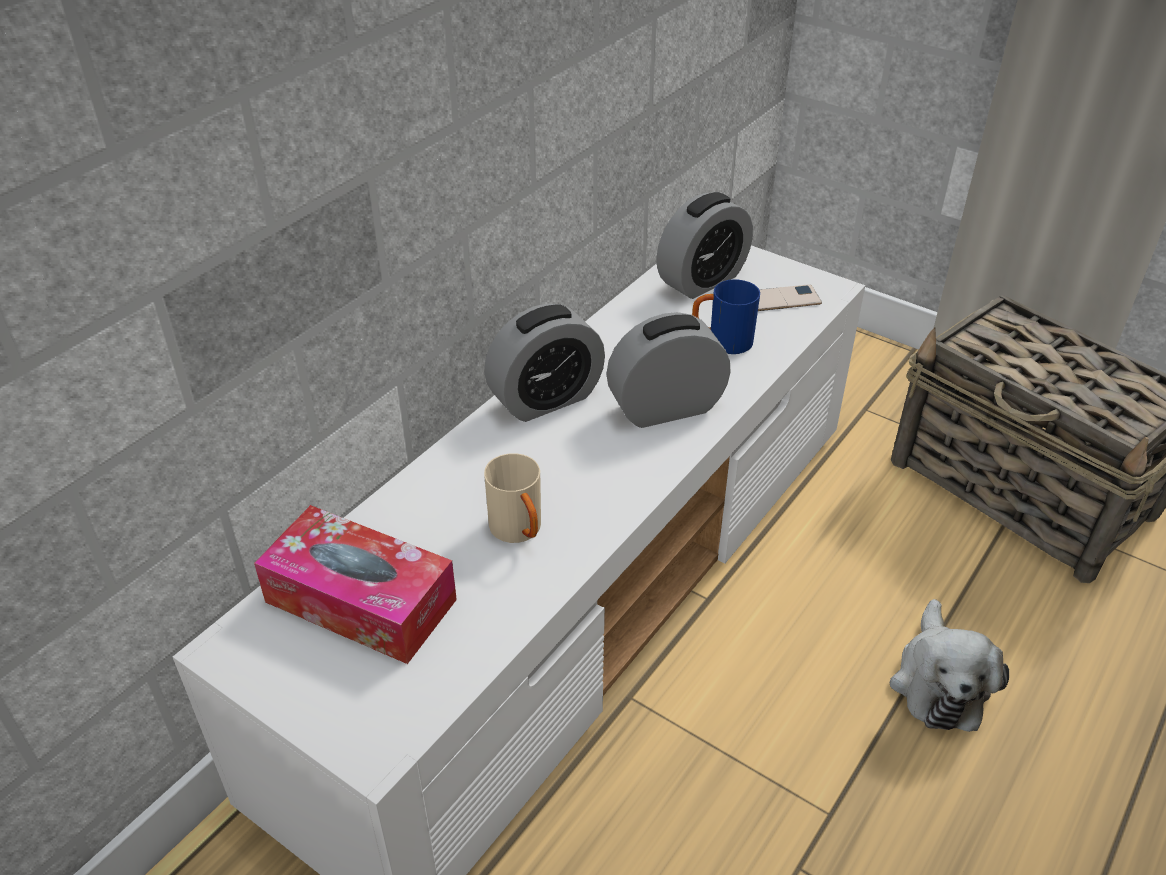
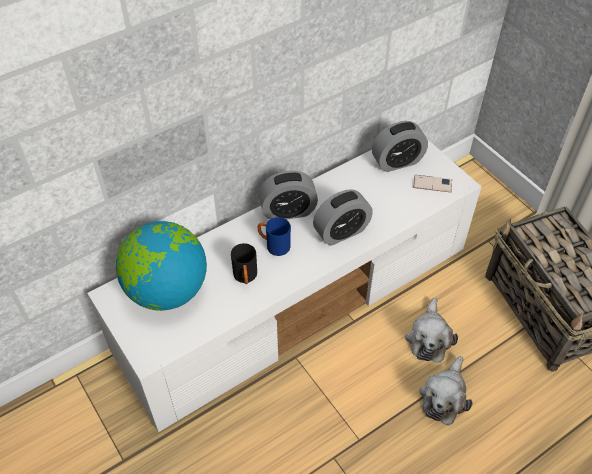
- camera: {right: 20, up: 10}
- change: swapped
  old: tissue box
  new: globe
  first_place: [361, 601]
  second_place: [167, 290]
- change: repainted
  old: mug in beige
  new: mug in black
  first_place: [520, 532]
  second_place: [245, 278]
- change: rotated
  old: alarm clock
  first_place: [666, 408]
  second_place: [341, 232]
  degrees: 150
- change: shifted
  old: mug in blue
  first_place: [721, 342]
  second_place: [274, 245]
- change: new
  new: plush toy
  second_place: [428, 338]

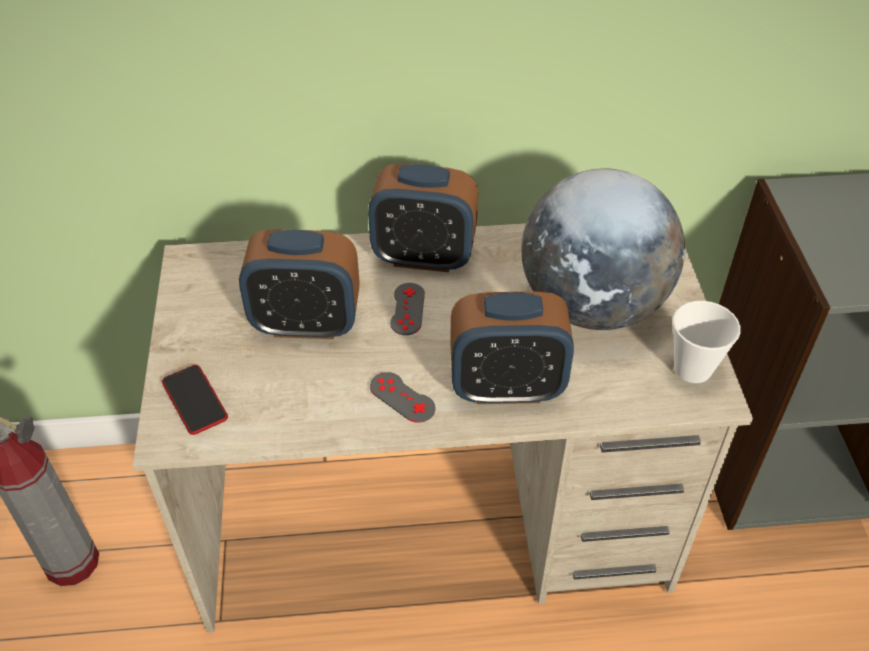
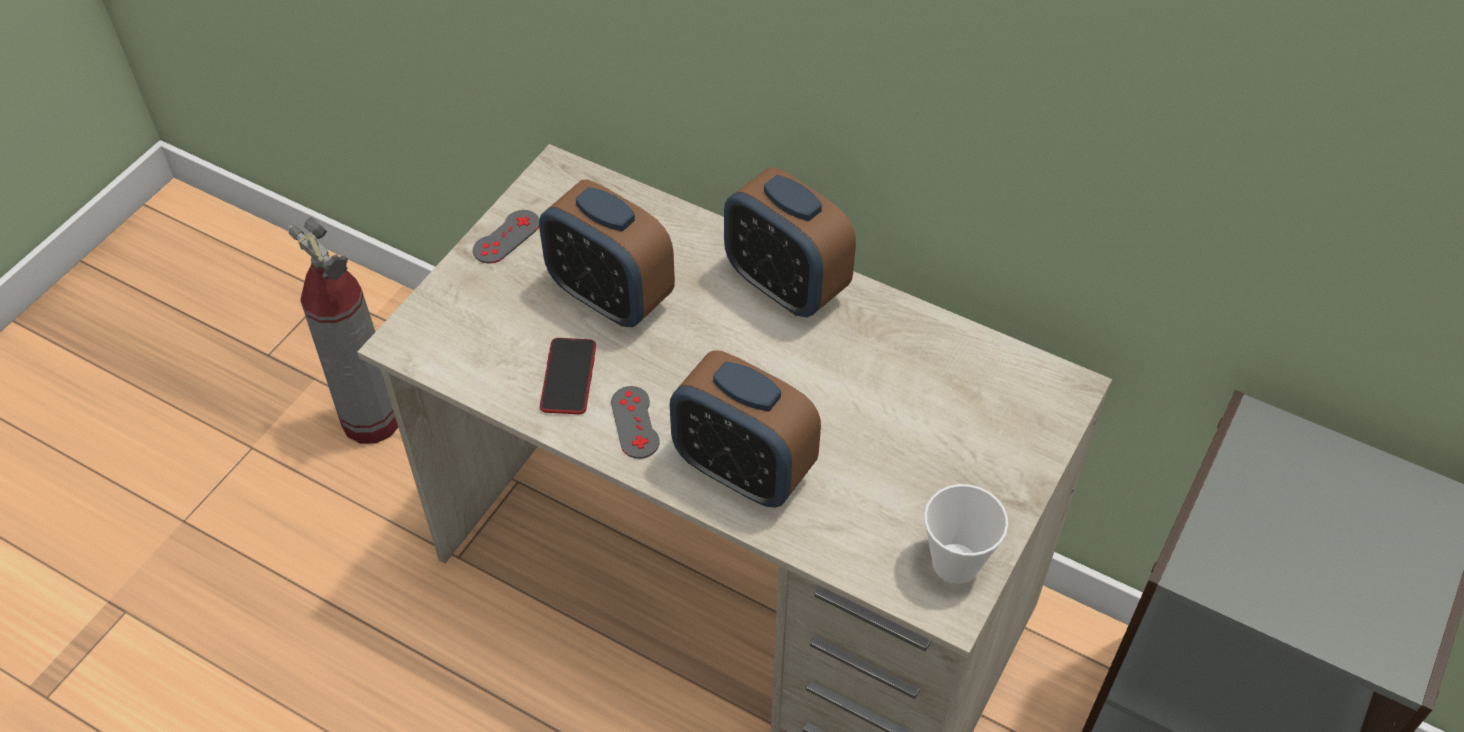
- camera: {right: 35, up: 5}
- change: shifted
  old: phone
  first_place: [194, 400]
  second_place: [568, 377]
- change: shifted
  old: game controller in grey
  first_place: [407, 309]
  second_place: [506, 237]
- change: gone
  old: globe
  first_place: [592, 305]

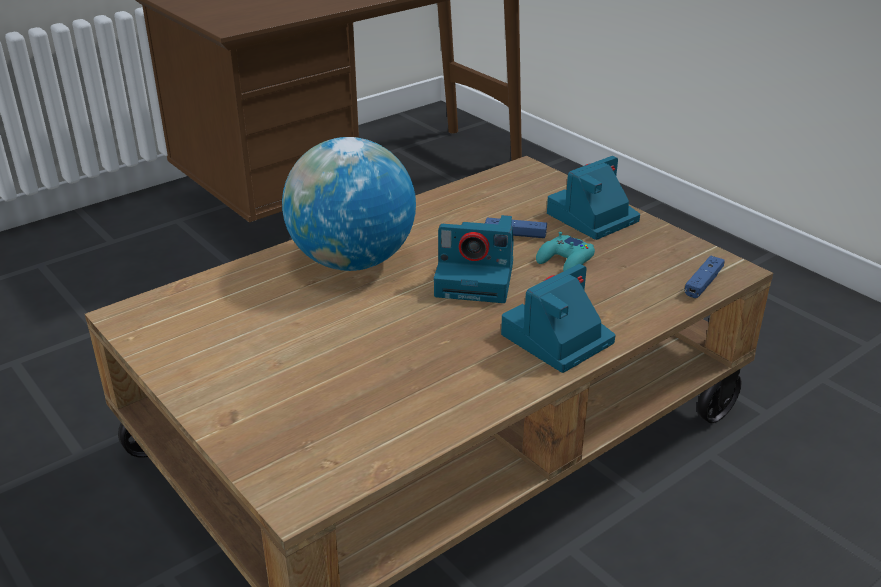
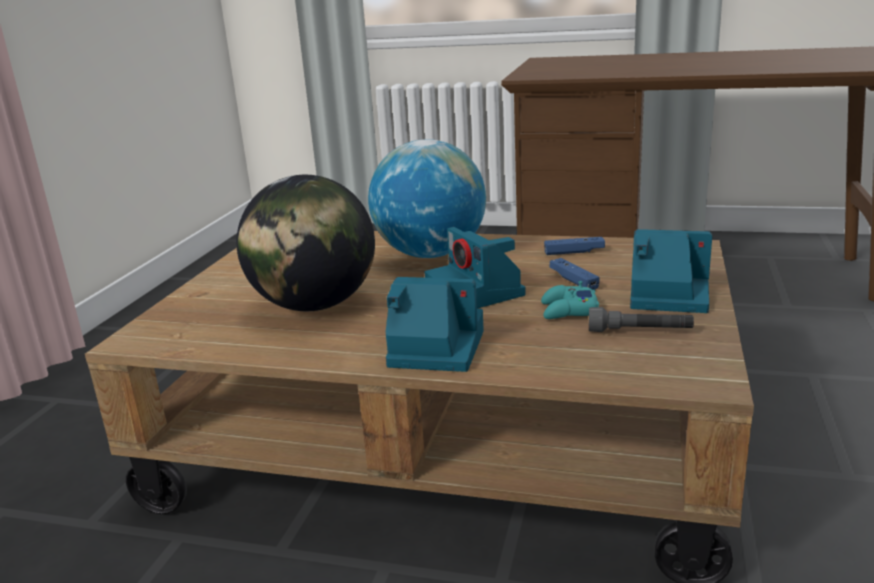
- camera: {right: 55, up: -10}
- change: shifted
  old: game controller in blue
  first_place: [703, 283]
  second_place: [574, 252]
- change: new
  new: globe
  second_place: [315, 305]
- change: new
  new: flashlight in grey
  second_place: [639, 332]

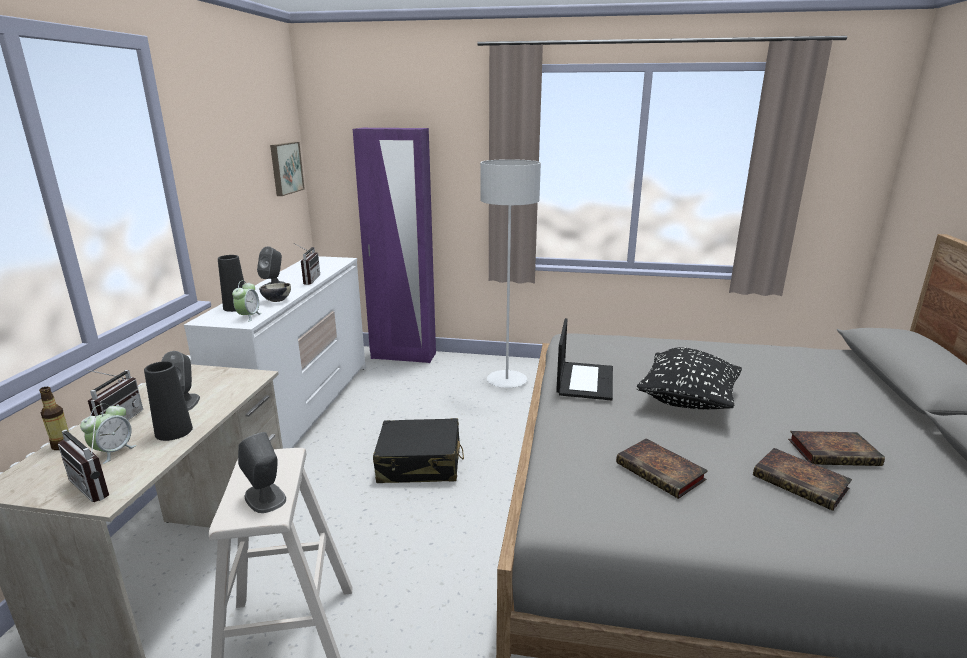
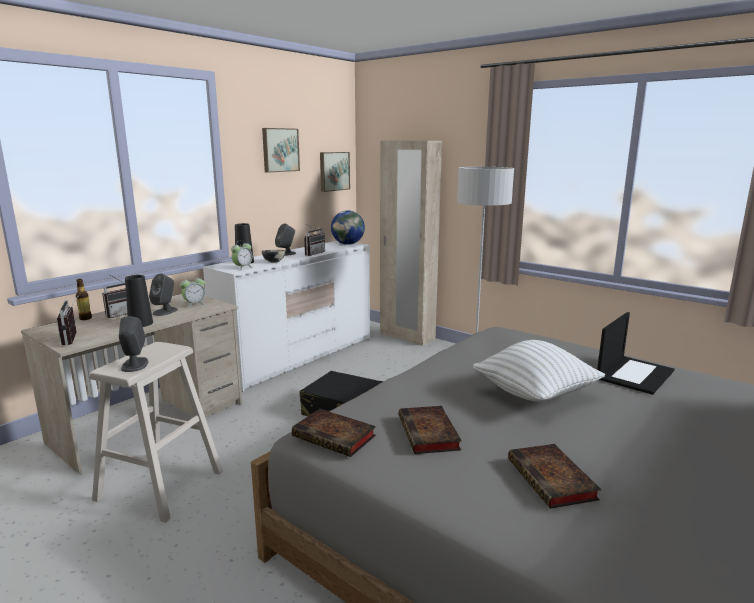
- camera: {right: 30, up: -5}
- change: shifted
  old: alarm clock
  first_place: [113, 452]
  second_place: [194, 304]
- change: repainted
  old: wardrobe in purple
  new: wardrobe in beige
  first_place: [403, 356]
  second_place: [407, 337]
- change: shifted
  old: laptop
  first_place: [584, 380]
  second_place: [634, 374]
- change: repainted
  old: pillow in black
  new: pillow in white
  first_place: [687, 400]
  second_place: [535, 394]
- change: shifted
  old: book
  first_place: [835, 452]
  second_place: [336, 437]
- change: new
  new: picture
  second_place: [280, 150]
- change: new
  new: globe
  second_place: [348, 244]

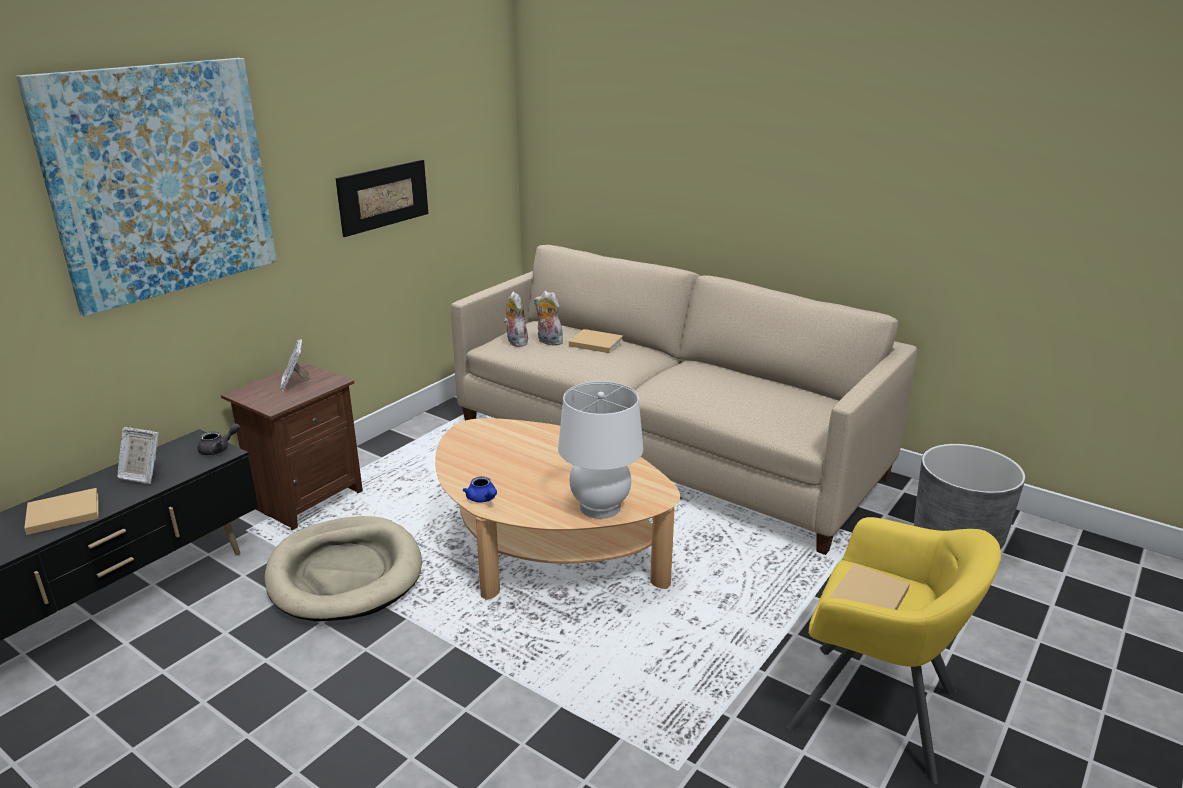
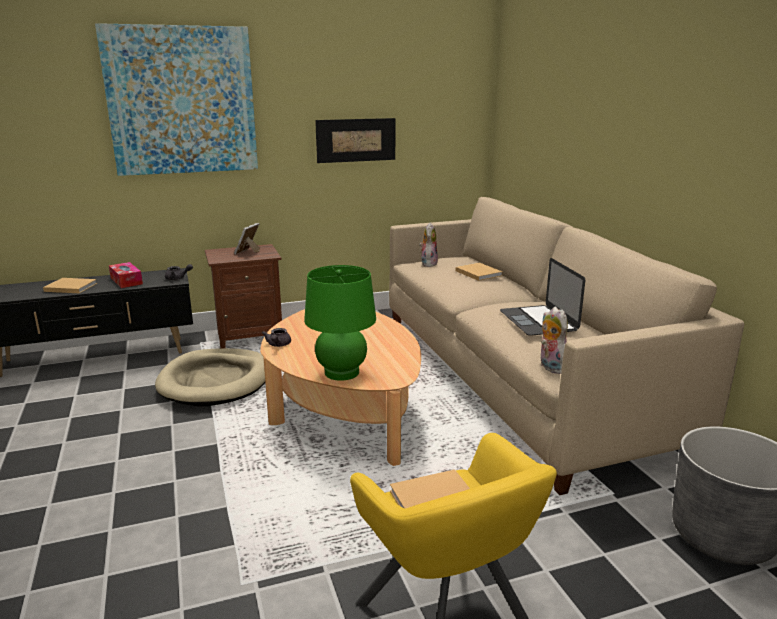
- camera: {right: 35, up: -5}
- change: swapped
  old: picture frame
  new: tissue box
  first_place: [142, 476]
  second_place: [126, 281]
- change: repainted
  old: teapot in blue
  new: teapot in grey
  first_place: [483, 499]
  second_place: [278, 345]
- change: shifted
  old: plush toy
  first_place: [548, 342]
  second_place: [550, 367]
- change: repainted
  old: table lamp in white
  new: table lamp in green
  first_place: [600, 507]
  second_place: [342, 372]
- change: new
  new: laptop
  second_place: [538, 320]

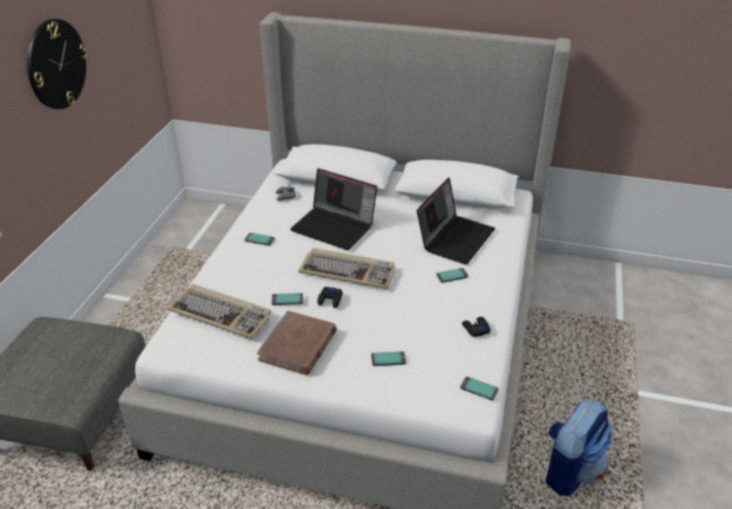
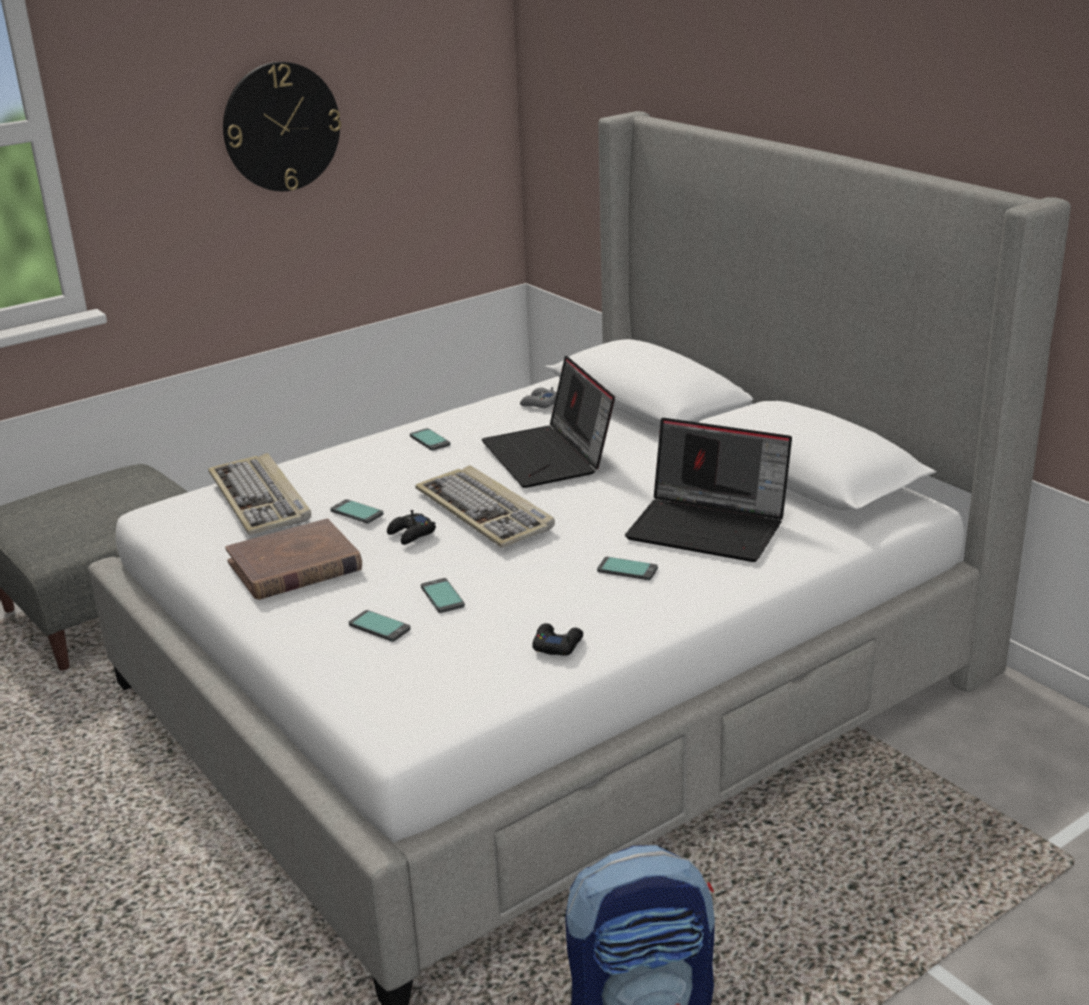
- camera: {right: 40, up: -10}
- change: rotated
  old: laptop
  first_place: [455, 238]
  second_place: [710, 527]
  degrees: 45
- change: shifted
  old: phone
  first_place: [479, 389]
  second_place: [442, 597]

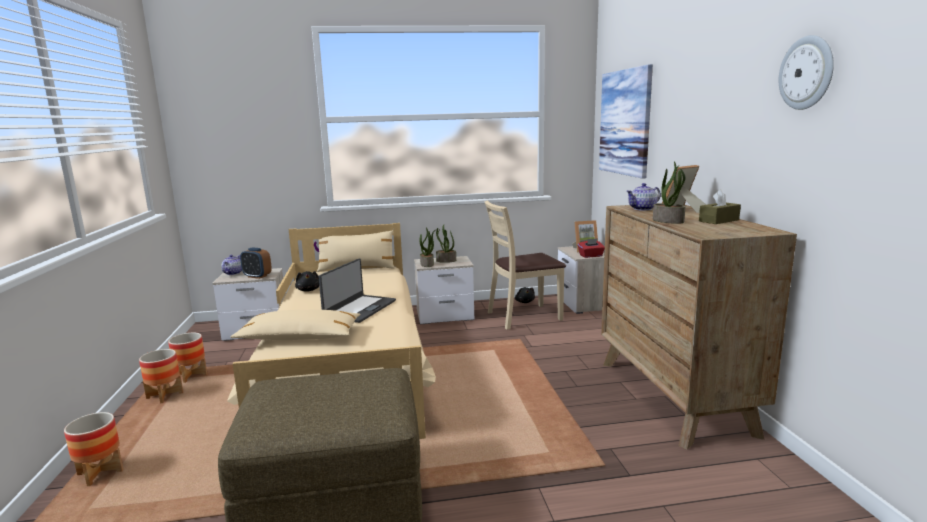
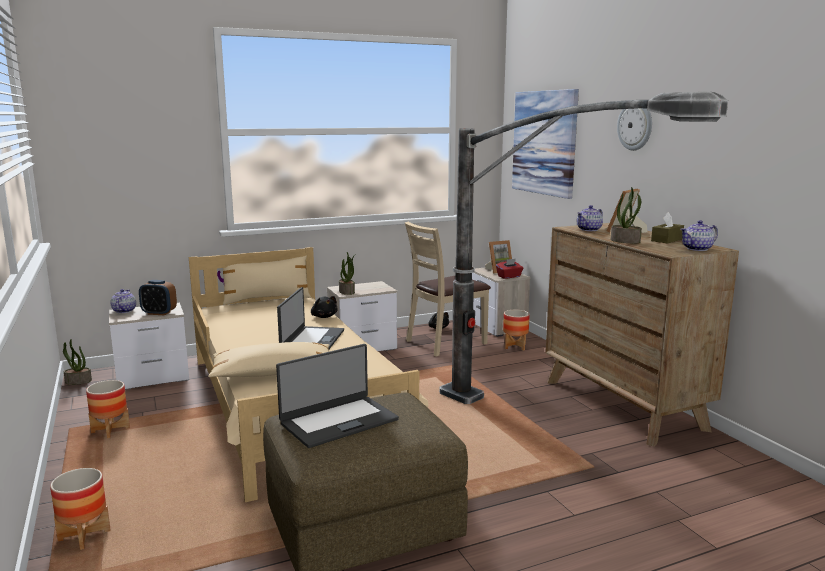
- camera: {right: -15, up: 0}
- change: shifted
  old: planter
  first_place: [165, 396]
  second_place: [515, 346]
- change: shifted
  old: plush toy in black
  first_place: [308, 290]
  second_place: [324, 316]
- change: shifted
  old: potted plant
  first_place: [446, 261]
  second_place: [78, 381]
- change: shifted
  old: wall clock
  first_place: [806, 73]
  second_place: [635, 125]
- change: new
  new: laptop
  second_place: [338, 421]
- change: new
  new: floor lamp
  second_place: [546, 429]
- change: new
  new: teapot
  second_place: [697, 249]

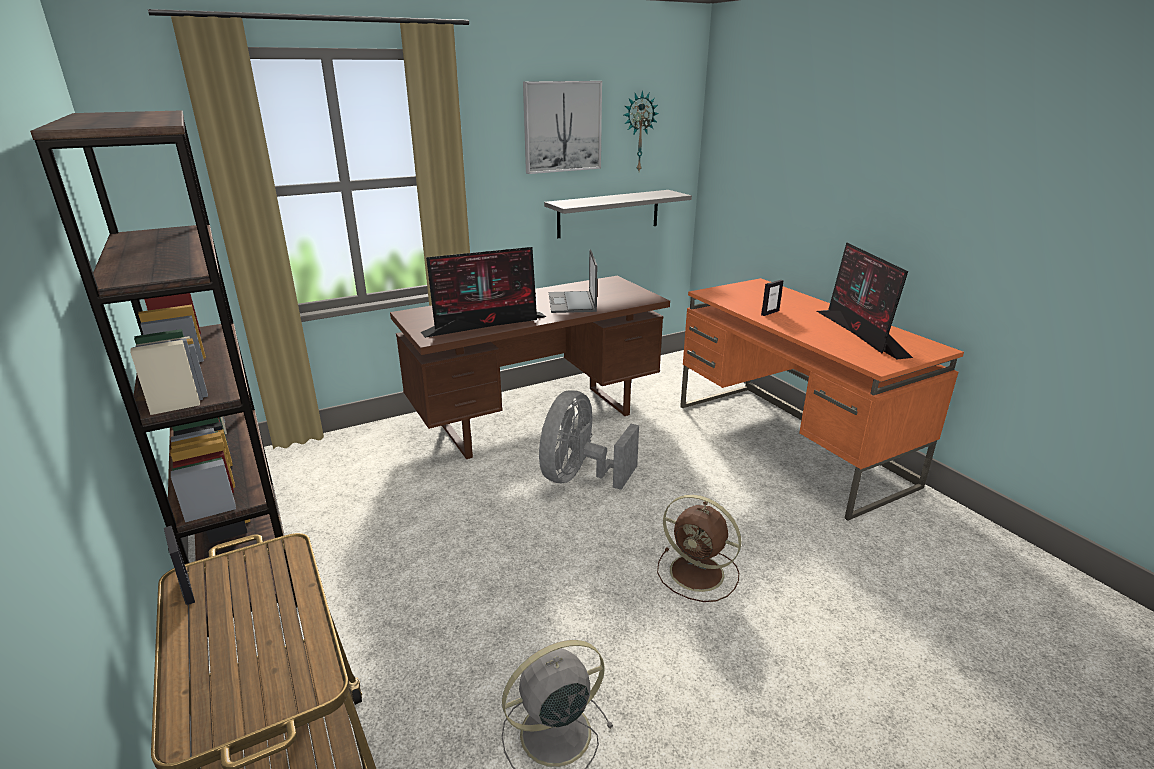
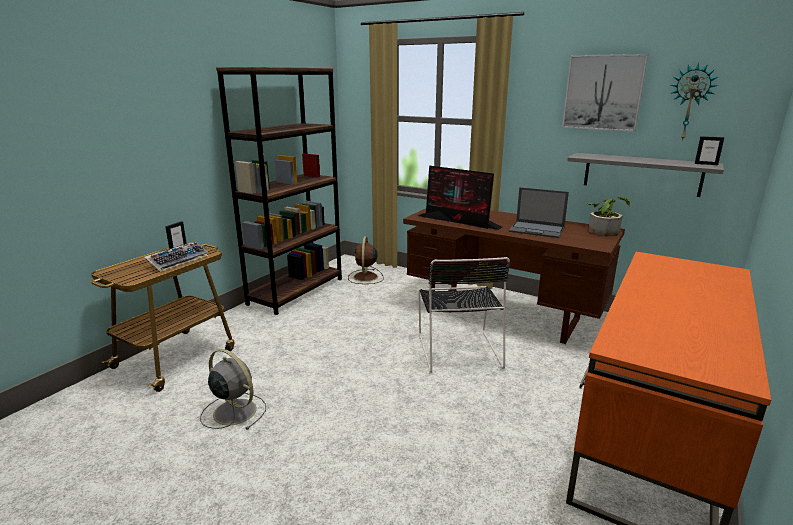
- camera: {right: 60, up: -5}
- change: swapped
  old: fan in grey
  new: chair in black
  first_place: [579, 477]
  second_place: [458, 349]
- change: rotated
  old: laptop
  first_place: [572, 302]
  second_place: [537, 230]
  degrees: -120
- change: shifted
  old: fan in brown
  first_place: [699, 573]
  second_place: [365, 277]
- change: shifted
  old: picture frame
  first_place: [770, 313]
  second_place: [706, 164]
- change: gone
  old: monitor
  first_place: [861, 333]
- change: new
  new: keyboard
  second_place: [178, 260]
- change: new
  new: potted plant
  second_place: [604, 230]

